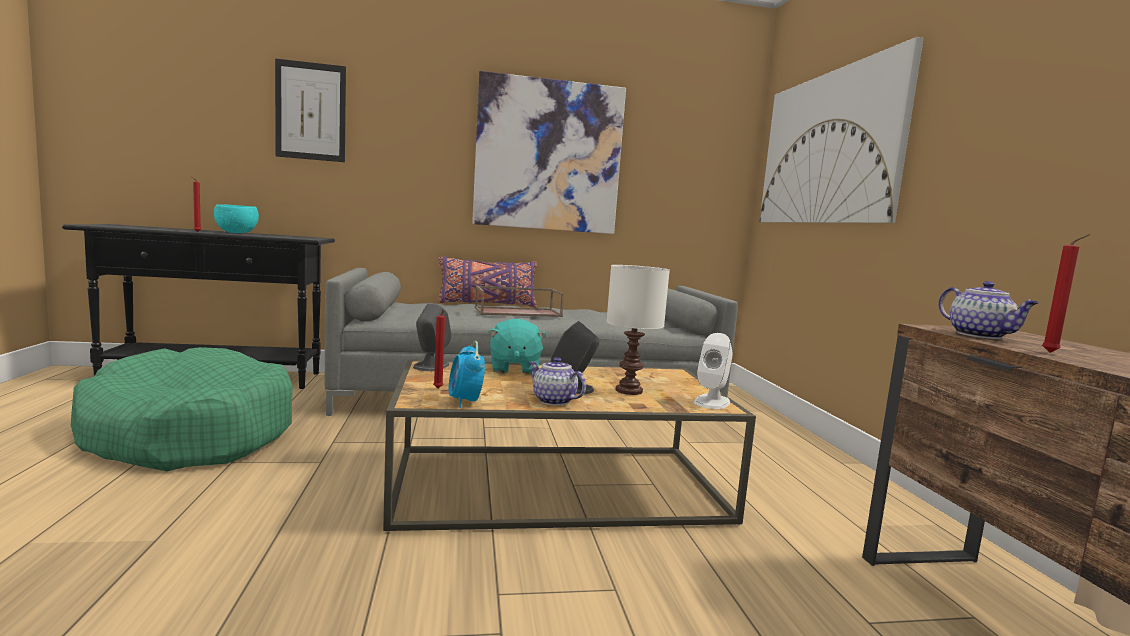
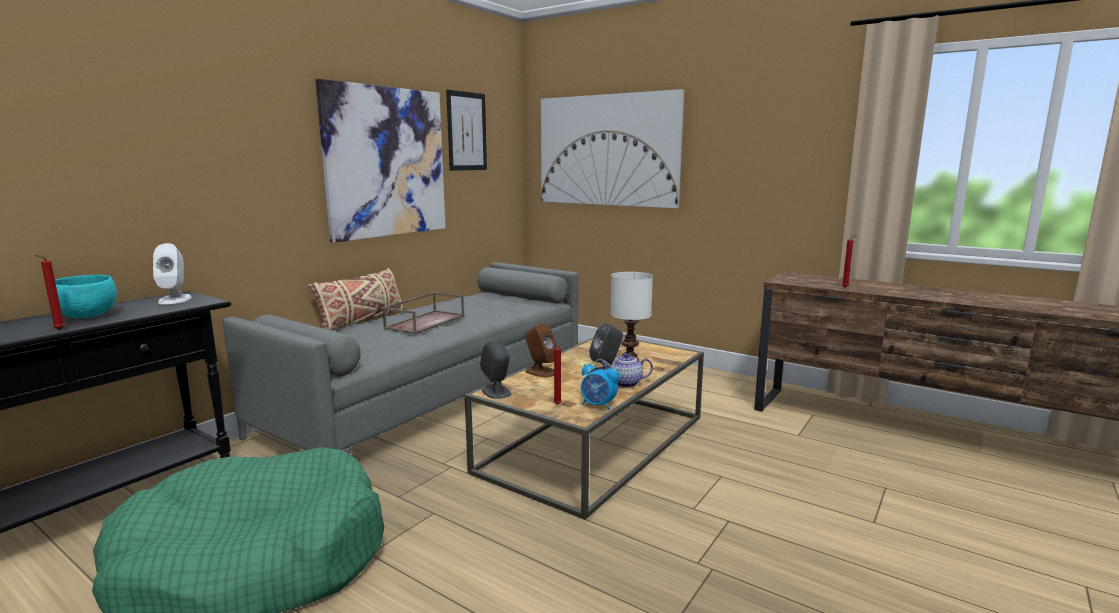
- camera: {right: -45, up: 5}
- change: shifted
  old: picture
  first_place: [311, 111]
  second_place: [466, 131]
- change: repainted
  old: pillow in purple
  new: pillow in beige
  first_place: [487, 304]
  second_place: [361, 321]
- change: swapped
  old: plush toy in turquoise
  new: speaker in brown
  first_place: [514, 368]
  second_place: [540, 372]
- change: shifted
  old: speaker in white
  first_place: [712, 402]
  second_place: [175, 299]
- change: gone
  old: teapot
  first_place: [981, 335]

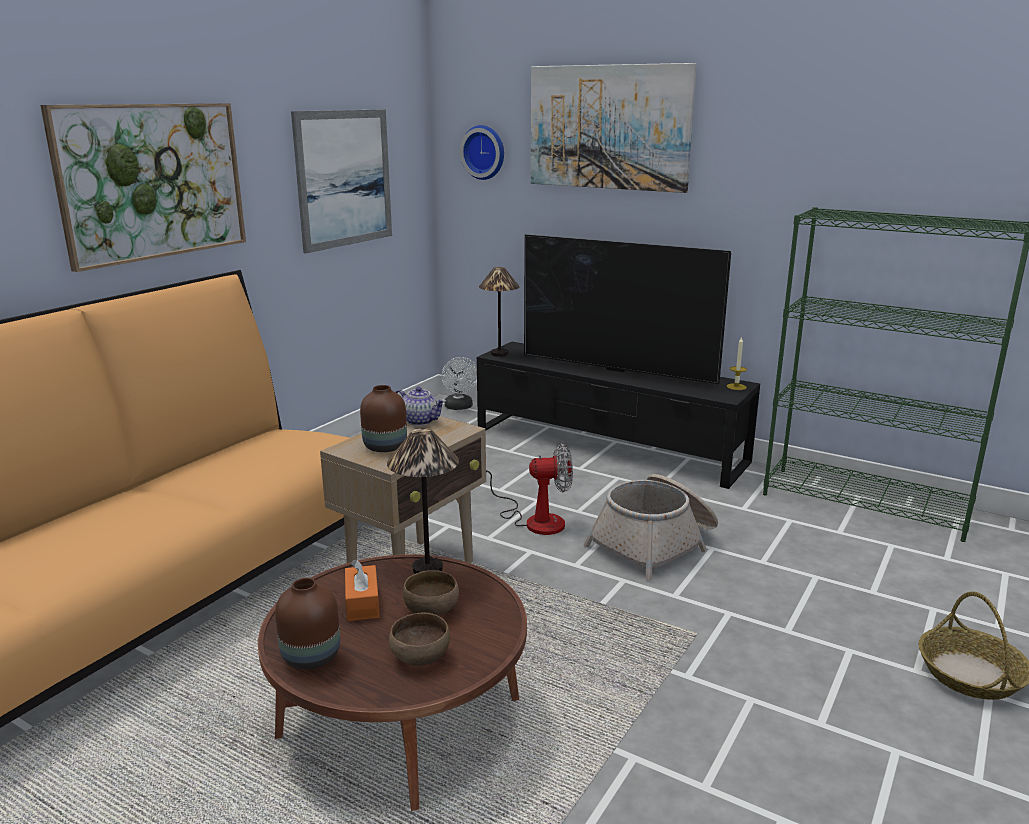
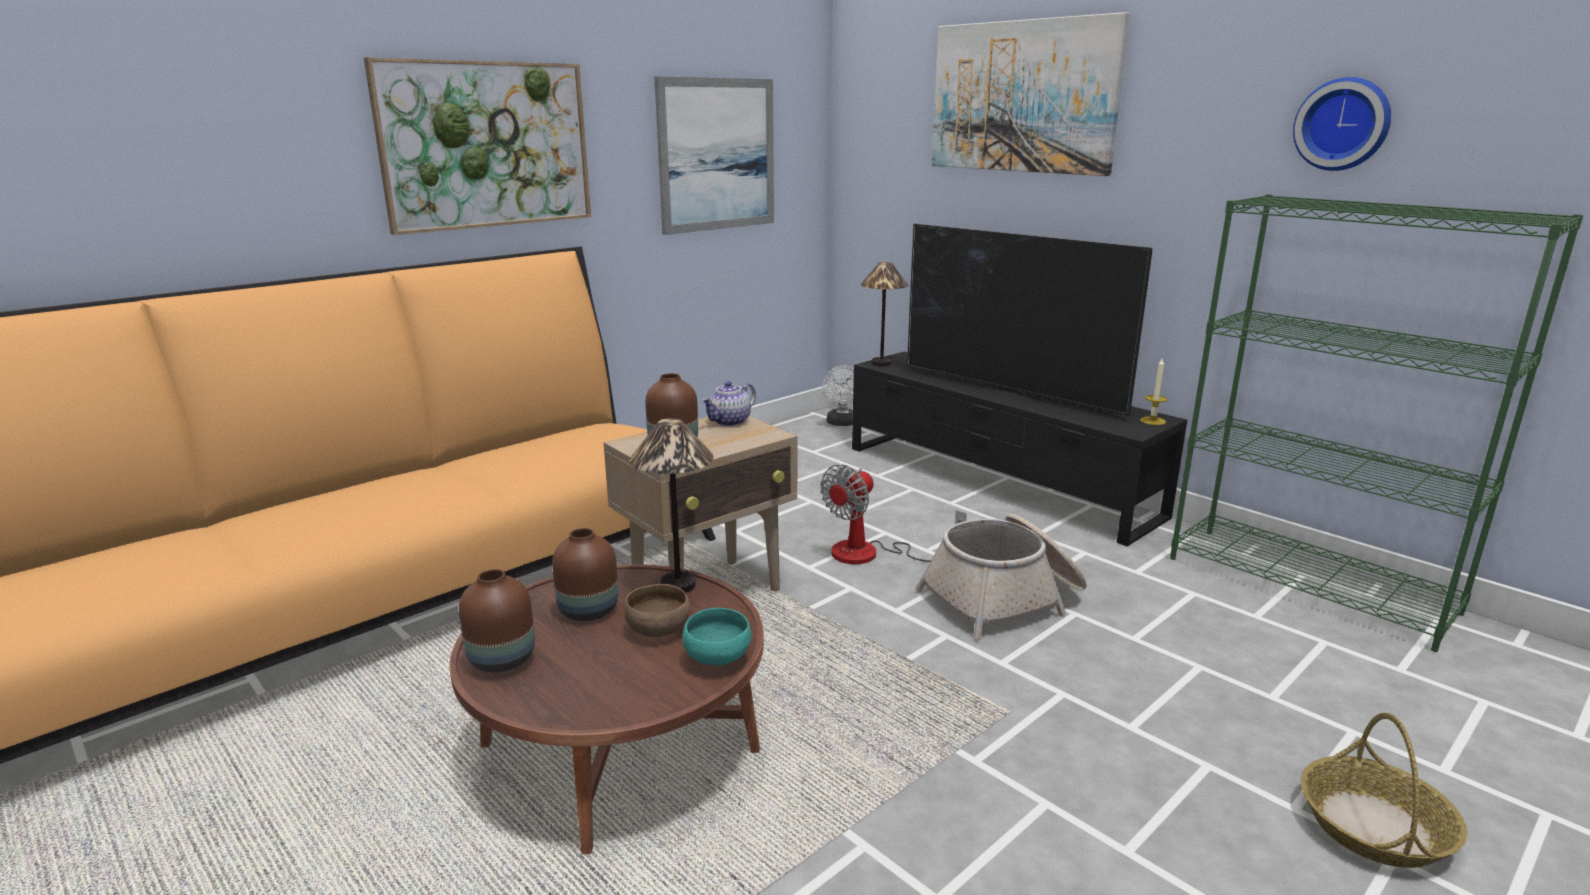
- camera: {right: 15, up: 0}
- change: swapped
  old: tissue box in orange
  new: vase in brown
  first_place: [362, 603]
  second_place: [589, 611]
- change: gone
  old: bowl in brown
  first_place: [419, 657]
- change: rotated
  old: teapot
  first_place: [420, 421]
  second_place: [730, 422]
  degrees: 90
- change: shifted
  old: wall clock
  first_place: [484, 152]
  second_place: [1343, 124]
- change: rotated
  old: fan
  first_place: [535, 520]
  second_place: [871, 554]
  degrees: 120
- change: new
  new: bowl in turquoise
  second_place: [718, 658]

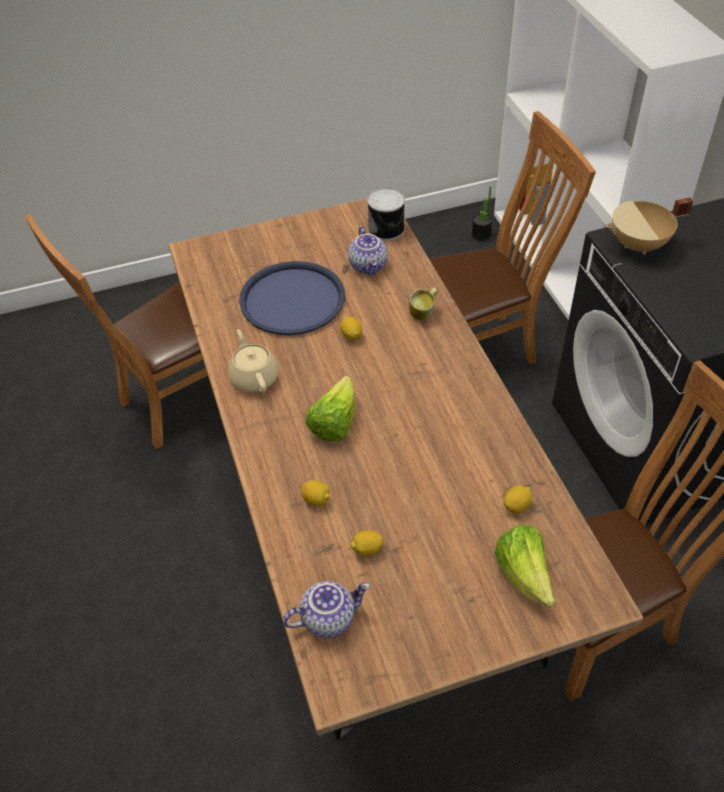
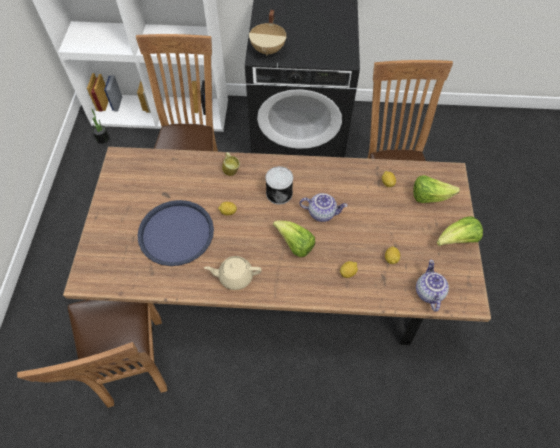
- camera: {right: -70, up: 10}
- change: shifted
  old: teapot
  first_place: [369, 266]
  second_place: [322, 212]
- change: shifted
  old: can
  first_place: [387, 229]
  second_place: [279, 192]
- change: new
  new: lettuce
  second_place: [456, 240]

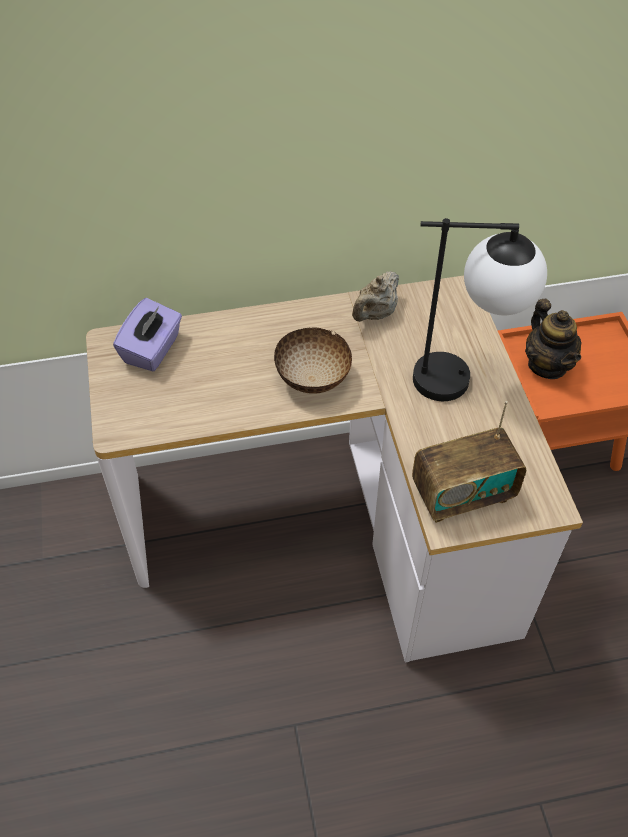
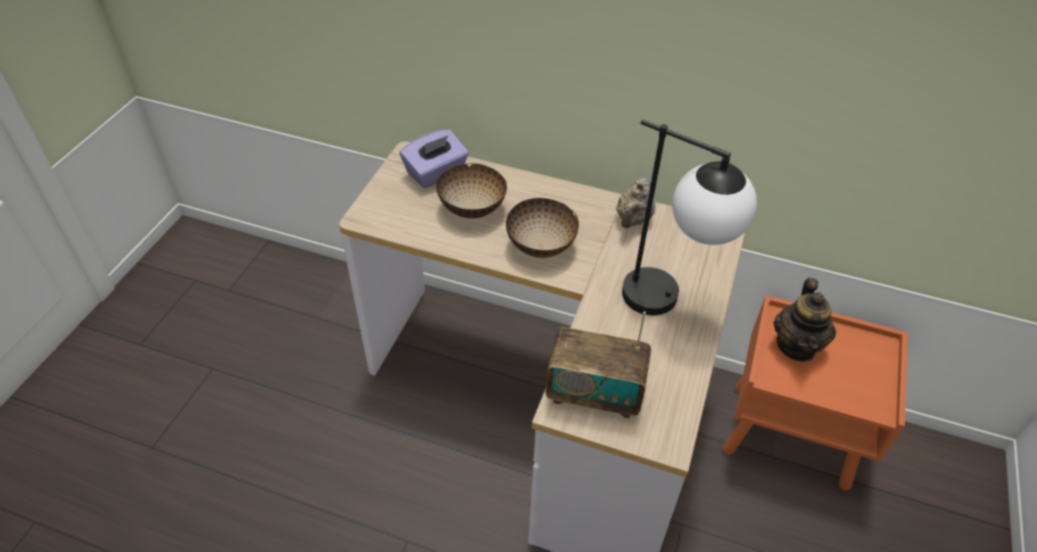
- camera: {right: 30, up: -5}
- change: rotated
  old: teapot in beige
  first_place: [375, 314]
  second_place: [633, 220]
  degrees: -45
- change: new
  new: bowl
  second_place: [473, 209]

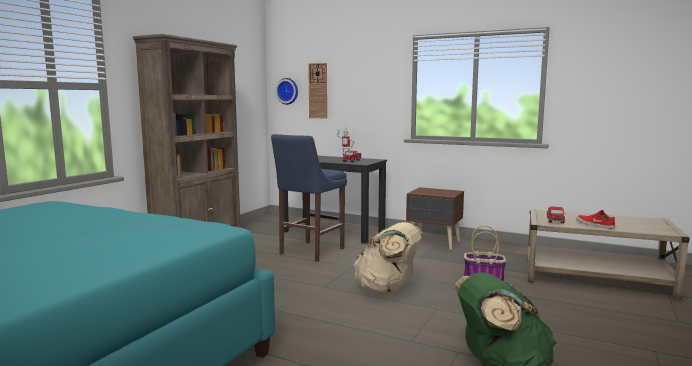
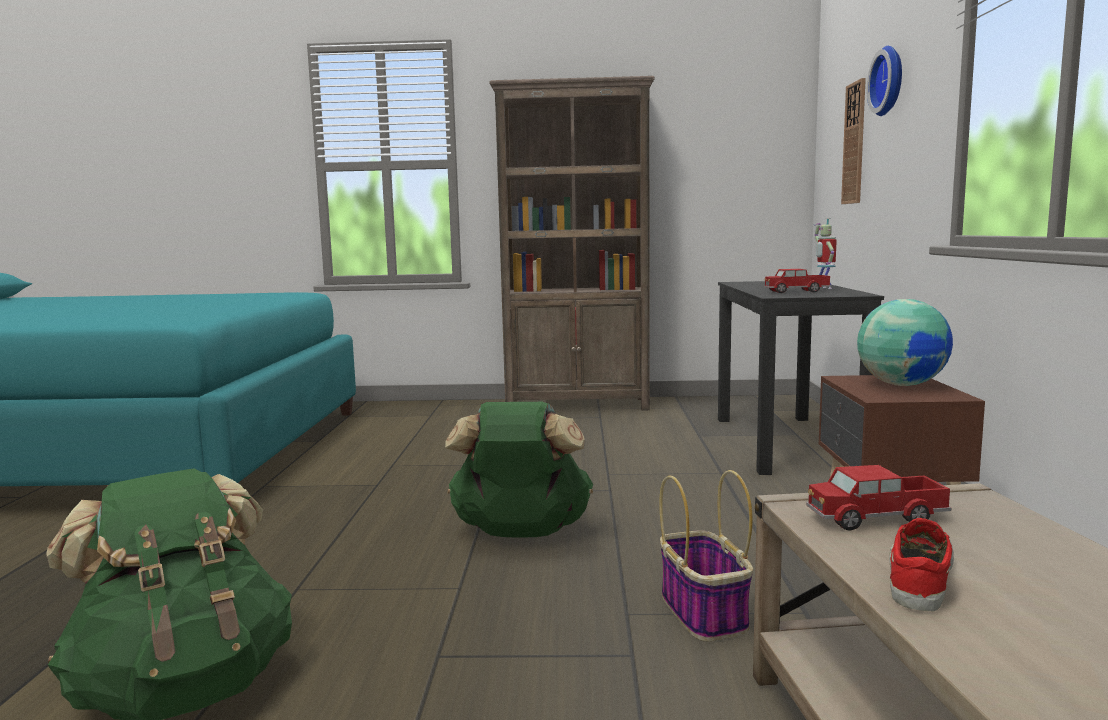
- camera: {right: 65, up: 0}
- change: gone
  old: stool in blue
  first_place: [309, 252]
- change: shifted
  old: wall clock
  first_place: [288, 91]
  second_place: [890, 81]
- change: repainted
  old: backpack in beige
  new: backpack in green
  first_place: [387, 290]
  second_place: [520, 533]
- change: new
  new: globe
  second_place: [901, 384]

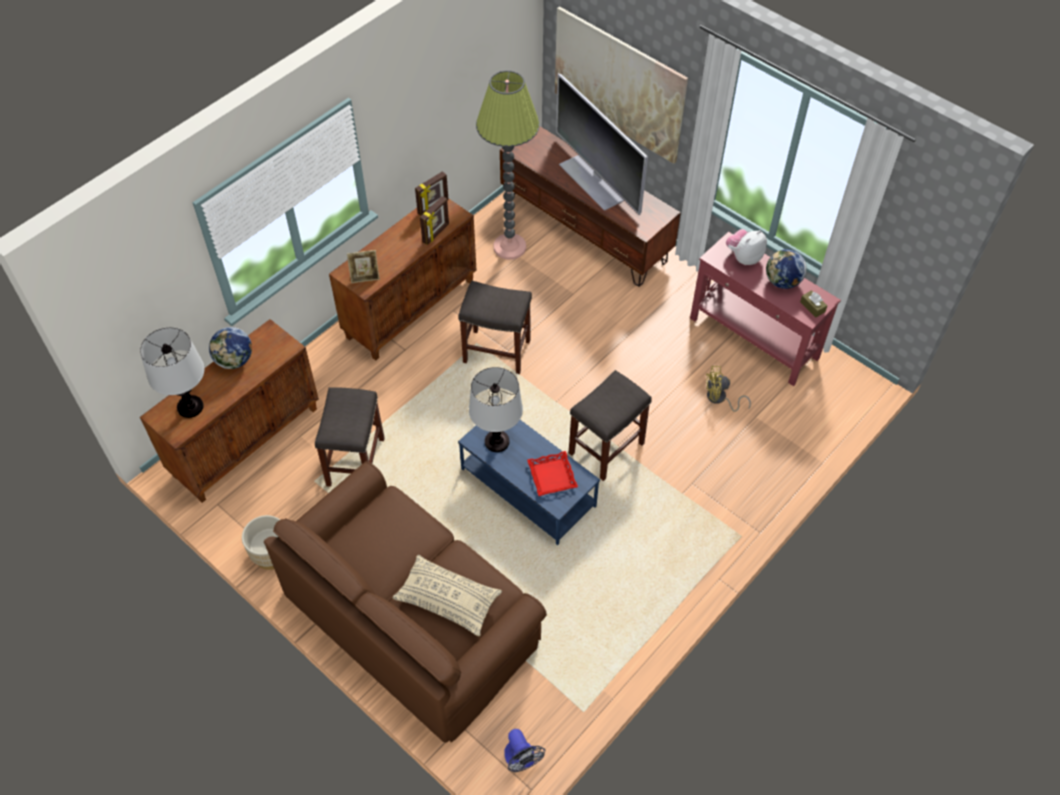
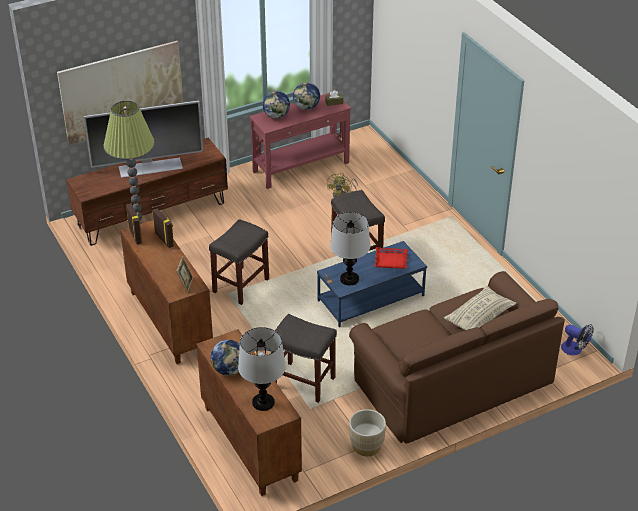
- camera: {right: -70, up: -15}
- change: rotated
  old: fan
  first_place: [521, 759]
  second_place: [575, 350]
  degrees: 45
- change: swapped
  old: plush toy
  new: globe
  first_place: [743, 257]
  second_place: [276, 116]

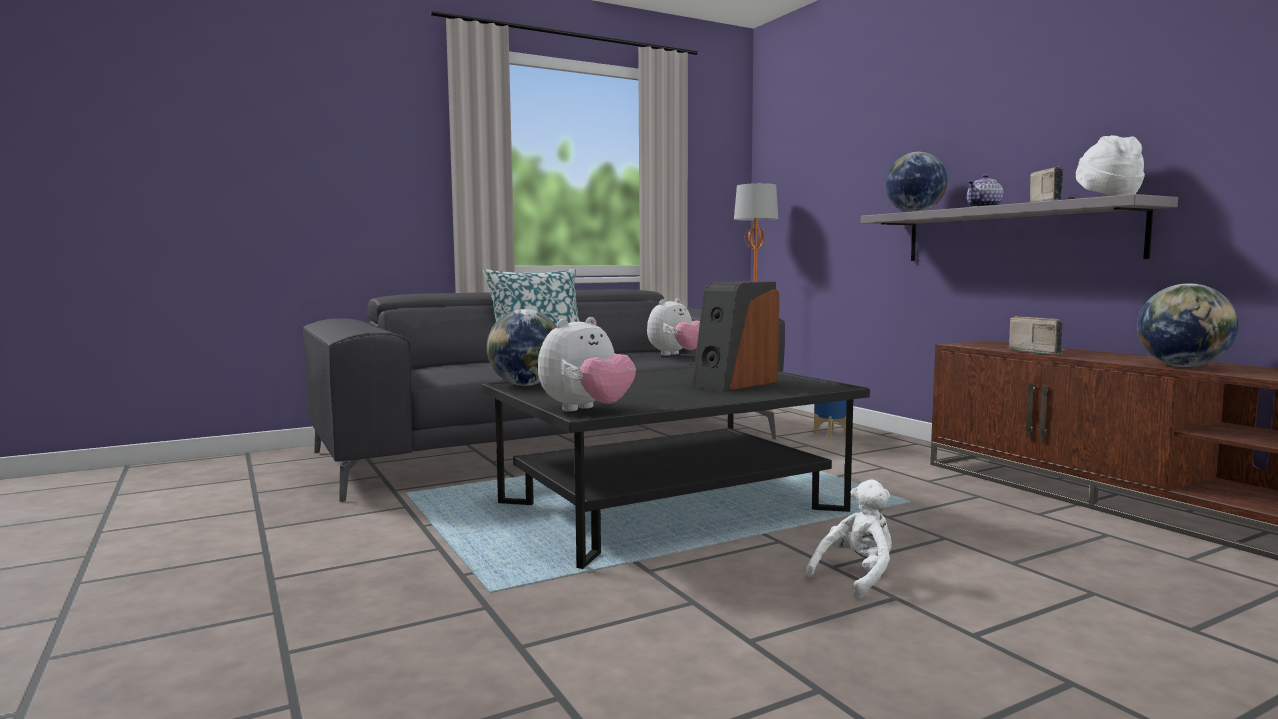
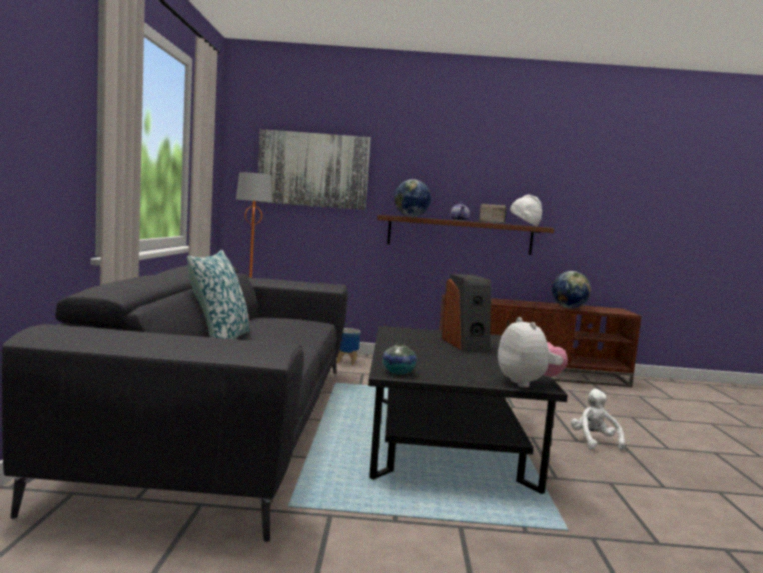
- camera: {right: -60, up: 0}
- change: swapped
  old: globe
  new: vase
  first_place: [526, 385]
  second_place: [398, 372]
- change: gone
  old: plush toy
  first_place: [675, 355]
- change: repainted
  old: shelf in grey
  new: shelf in brown
  first_place: [1014, 234]
  second_place: [460, 235]
- change: gone
  old: radio
  first_place: [1037, 352]
- change: new
  new: picture
  second_place: [313, 170]

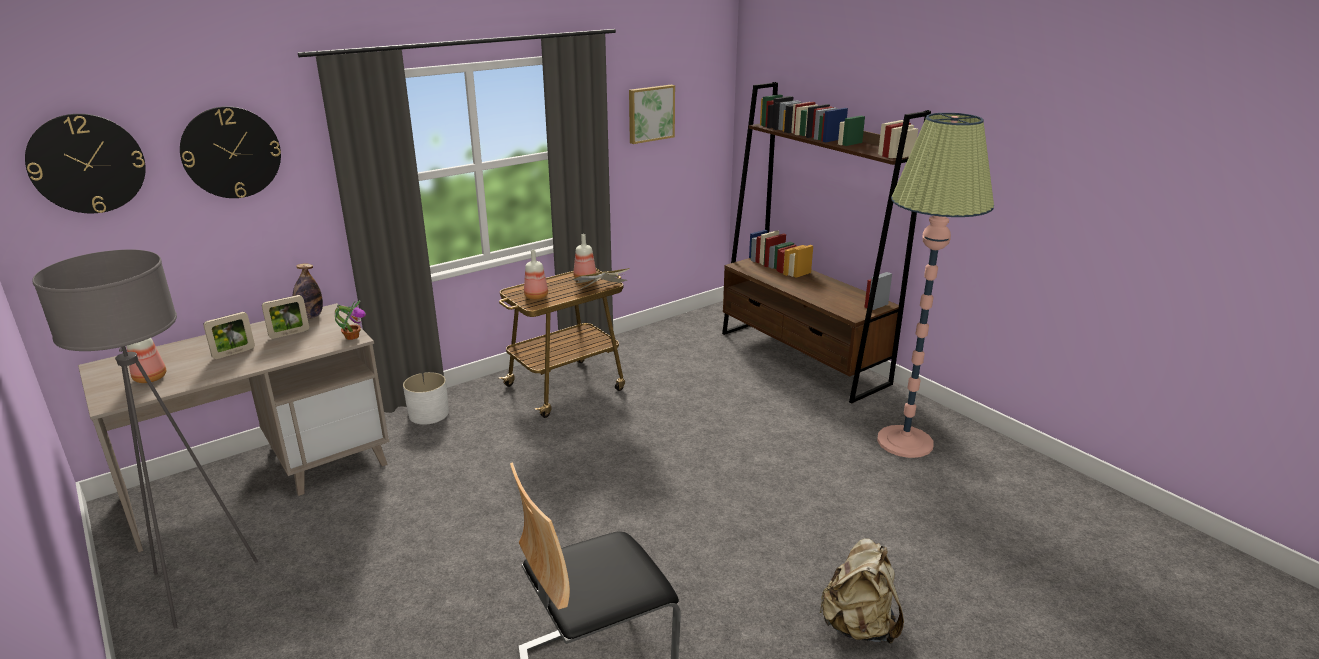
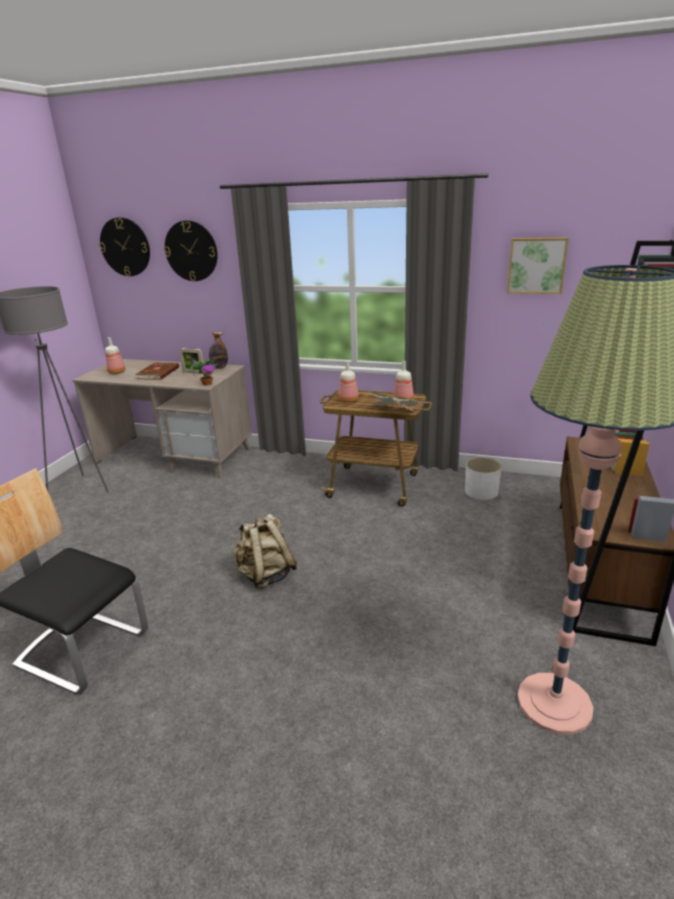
- camera: {right: 55, up: 0}
- change: swapped
  old: picture frame
  new: book in brown
  first_place: [234, 353]
  second_place: [159, 373]
- change: shifted
  old: planter in white
  first_place: [429, 414]
  second_place: [481, 492]
- change: shifted
  old: backpack in beige
  first_place: [858, 626]
  second_place: [265, 575]

